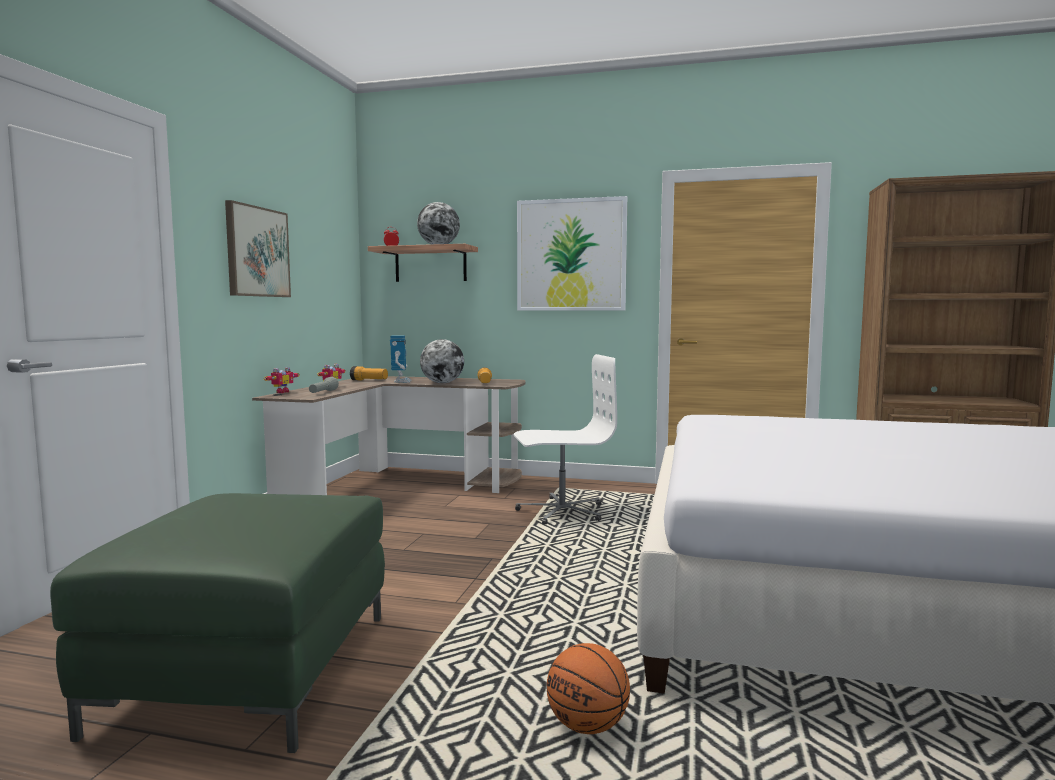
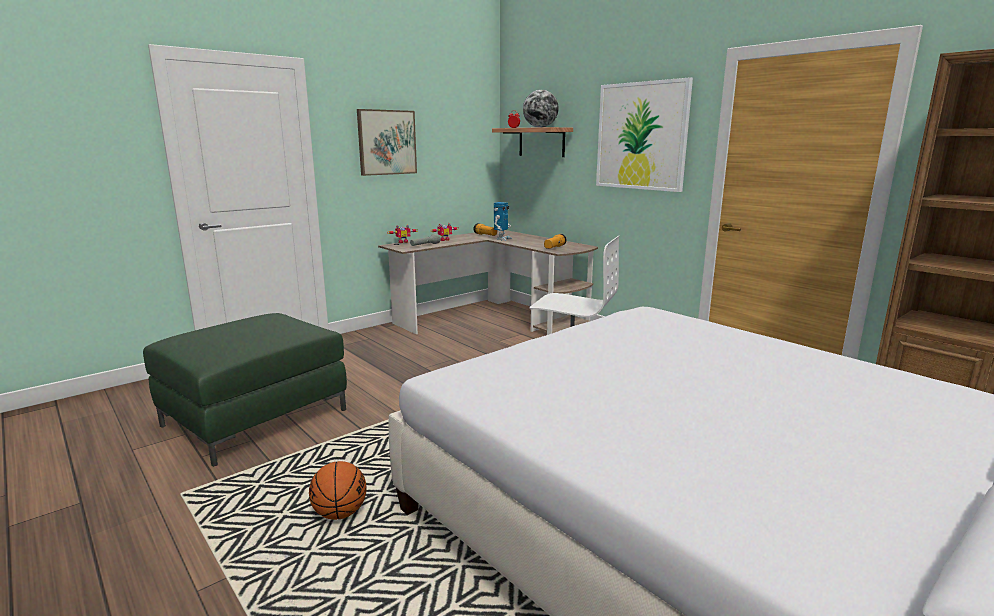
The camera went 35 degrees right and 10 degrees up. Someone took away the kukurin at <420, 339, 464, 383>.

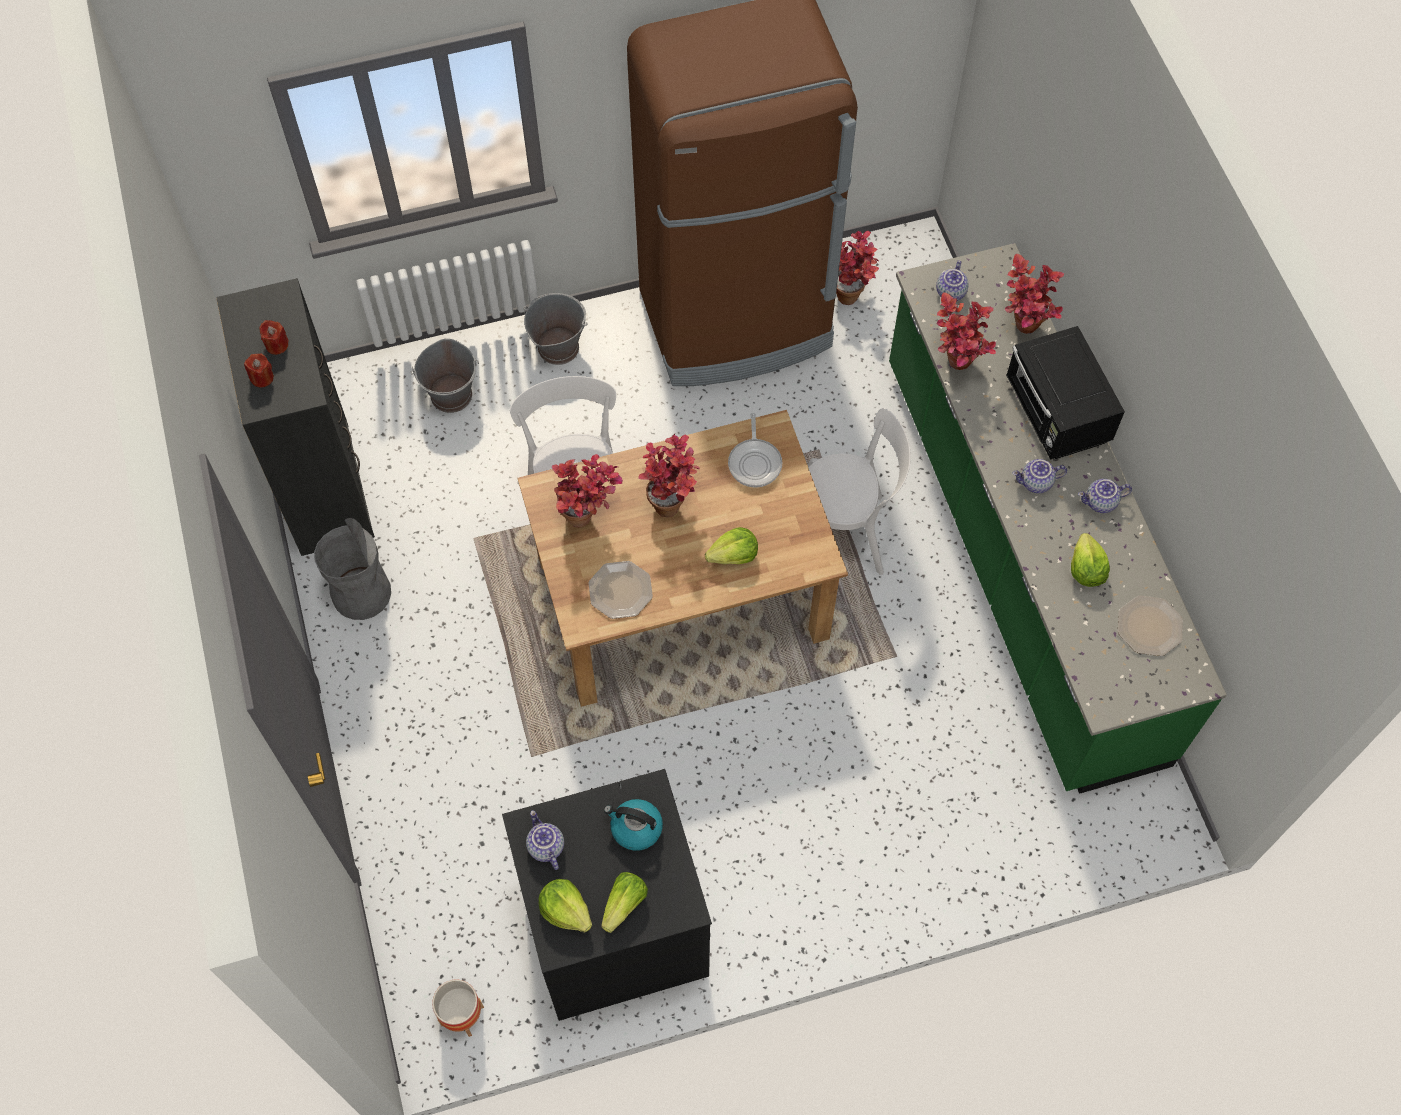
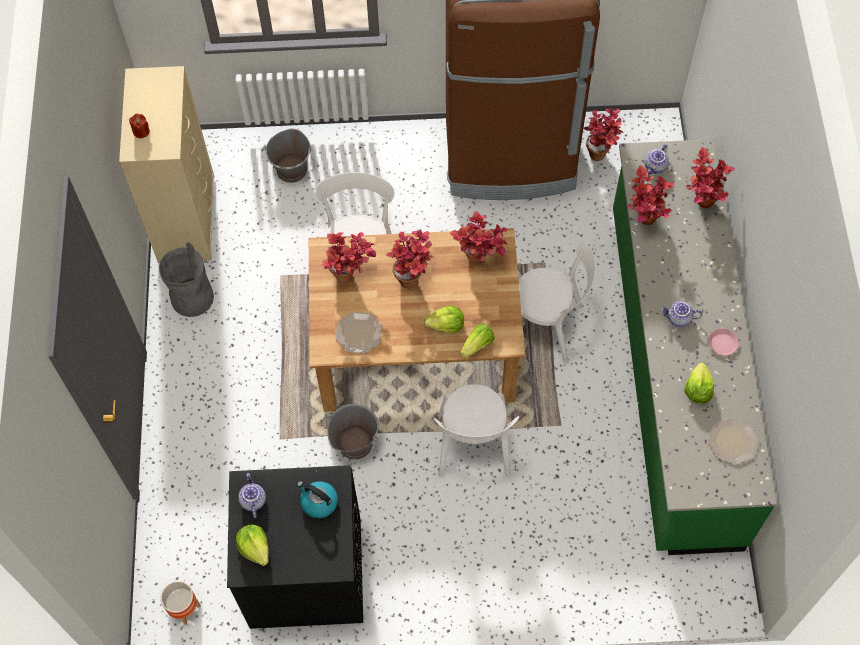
The camera went 15 degrees right and 0 degrees up. Someone took away the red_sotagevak at <260, 320, 289, 355>. Someone took away the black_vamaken at <1006, 326, 1125, 459>. Someone put down the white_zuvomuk at <434, 384, 519, 477>. Someone carried the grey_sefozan from <523, 293, 588, 365> to <327, 404, 379, 460>. Someone carried the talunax from <601, 872, 648, 933> to <460, 323, 495, 359>. Someone swapped the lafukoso at <728, 413, 782, 488> for the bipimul at <450, 211, 508, 264>. Someone swapped the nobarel at <1078, 479, 1132, 513> for the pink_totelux at <708, 328, 739, 356>. Someone repainted the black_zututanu at <216, 278, 375, 556>, which became the beige_zututanu at <119, 66, 214, 263>.

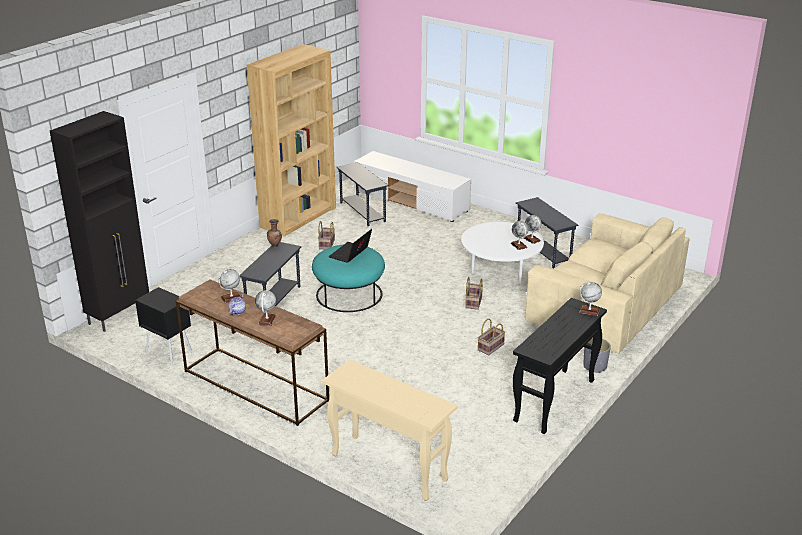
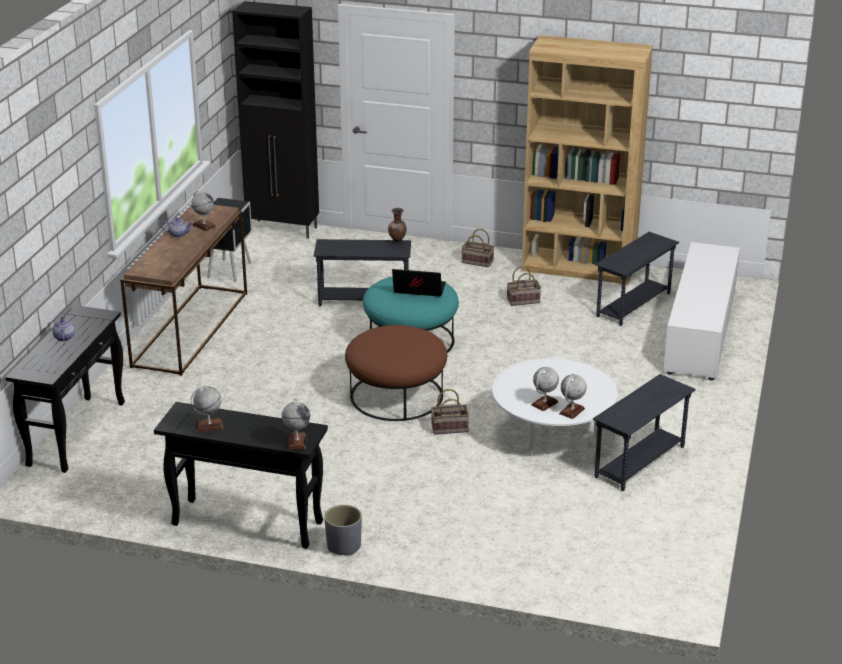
The camera went 70 degrees right and 0 degrees up. Someone took away the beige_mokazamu at <525, 213, 690, 354>. Someone put down the nobarel at <52, 316, 74, 341>. Someone put down the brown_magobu at <345, 325, 447, 421>. Someone carried the kukurin from <255, 290, 276, 326> to <191, 386, 223, 432>. Someone carried the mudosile from <478, 319, 505, 355> to <461, 229, 494, 267>. Someone repainted the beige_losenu at <322, 359, 457, 501>, which became the black_losenu at <5, 305, 125, 473>.

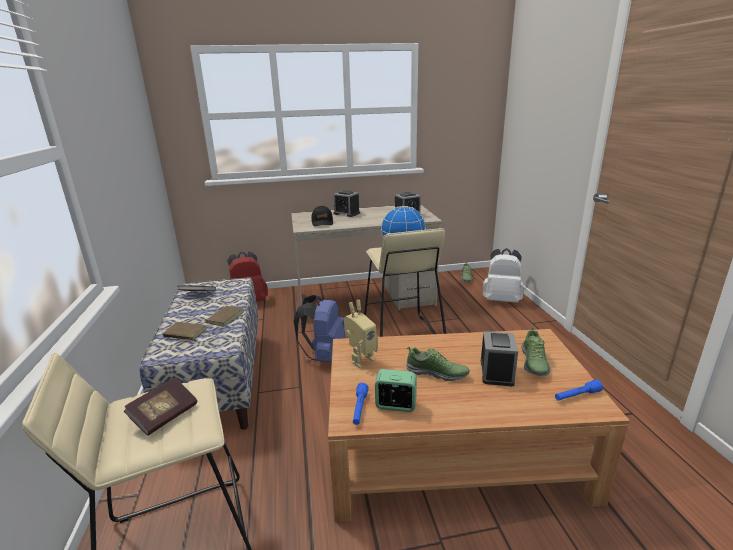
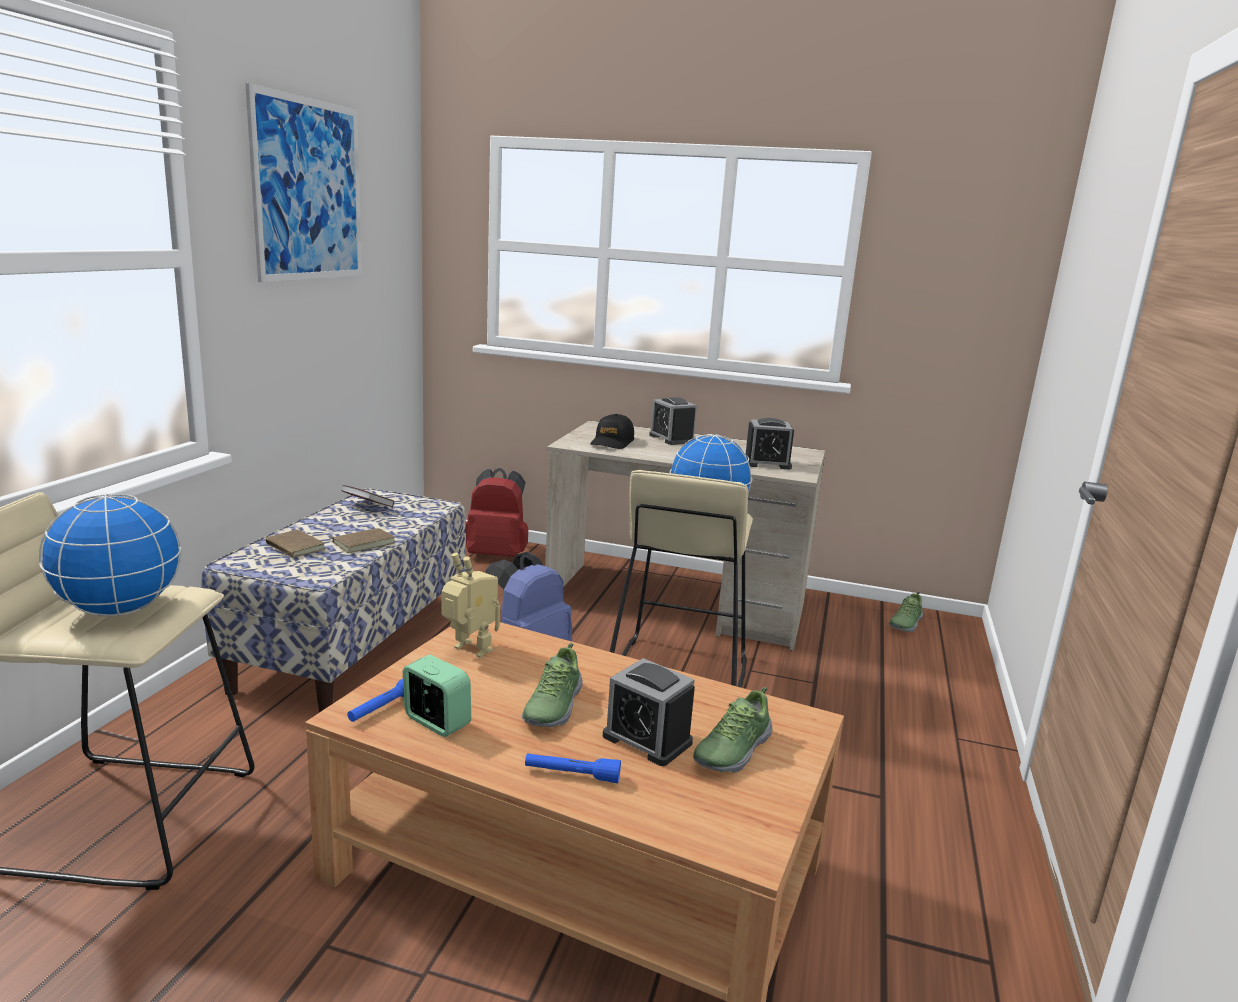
The camera went 25 degrees right and 5 degrees down. Someone took away the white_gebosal at <483, 248, 524, 303>. Someone put up the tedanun at <245, 83, 362, 282>. Someone carried the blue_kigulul from <555, 379, 603, 401> to <525, 753, 621, 783>. Someone swapped the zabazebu at <124, 378, 197, 436> for the kukurin at <39, 494, 181, 617>. Someone rotated the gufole at <344, 300, 378, 368> by 135 degrees counterclockwise. Someone rotated the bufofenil at <406, 347, 470, 381> by 60 degrees clockwise. Someone rotated the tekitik at <481, 331, 518, 386> by 90 degrees clockwise.

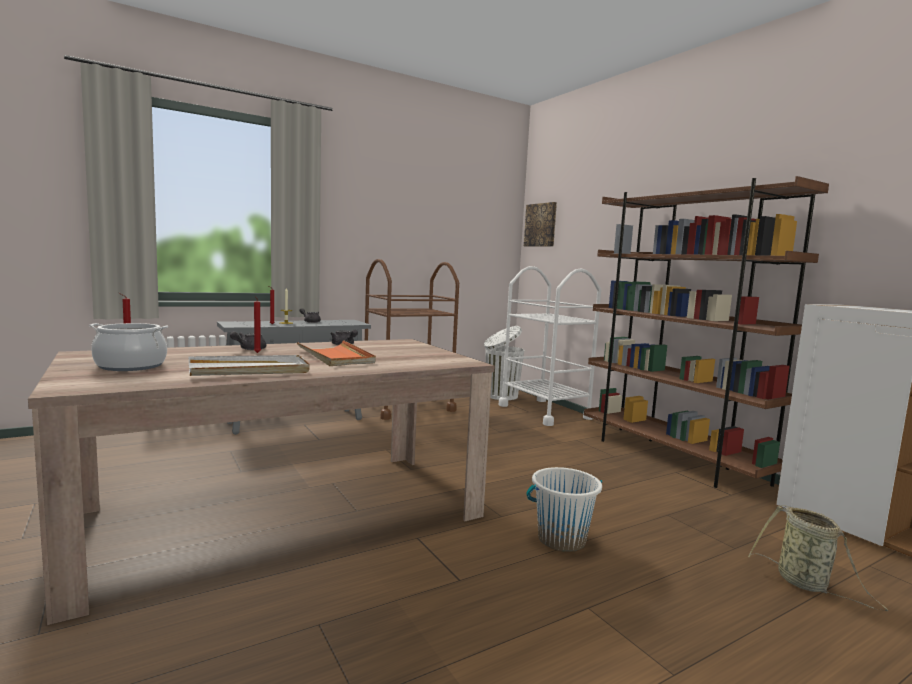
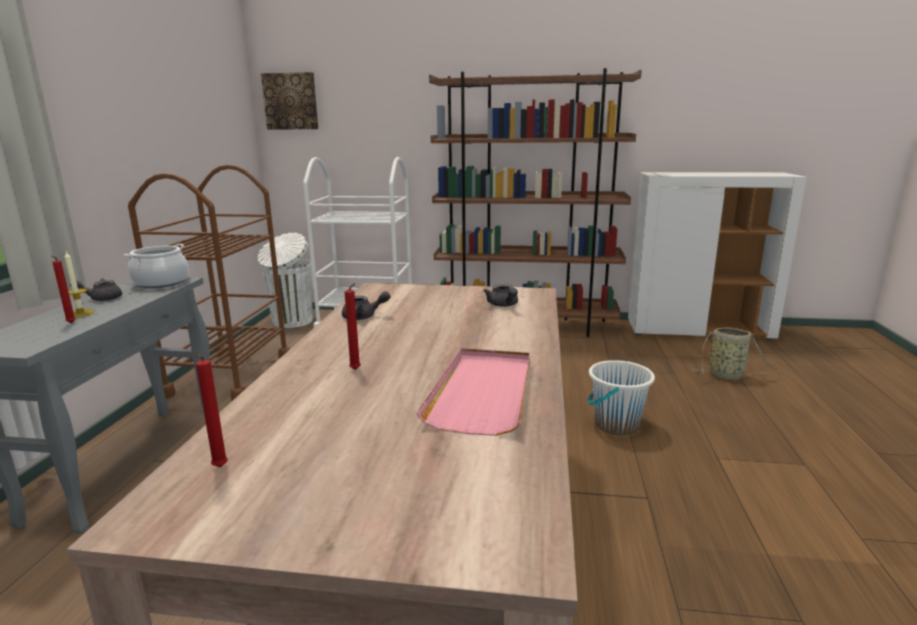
The camera went 50 degrees left and 10 degrees up. Someone took away the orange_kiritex at <297, 340, 376, 366>. Someone carried the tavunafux from <89, 323, 168, 371> to <124, 244, 189, 288>. Someone carried the grey_nobarel from <230, 331, 266, 350> to <484, 284, 518, 307>. Someone repainted the white_kiritex at <189, 355, 310, 376>, which became the pink_kiritex at <416, 348, 530, 436>.

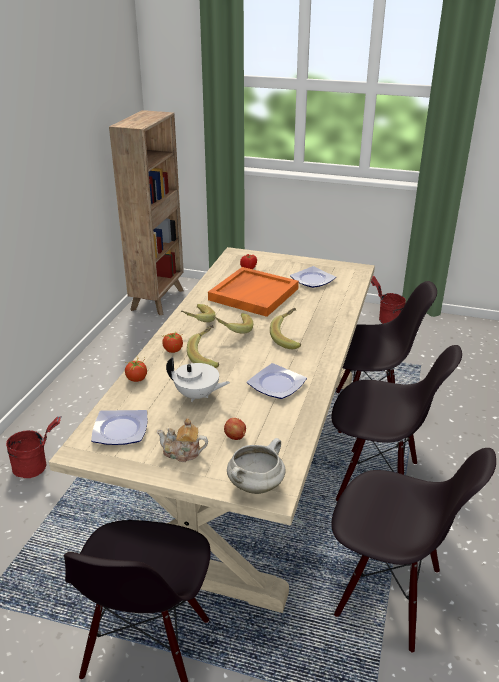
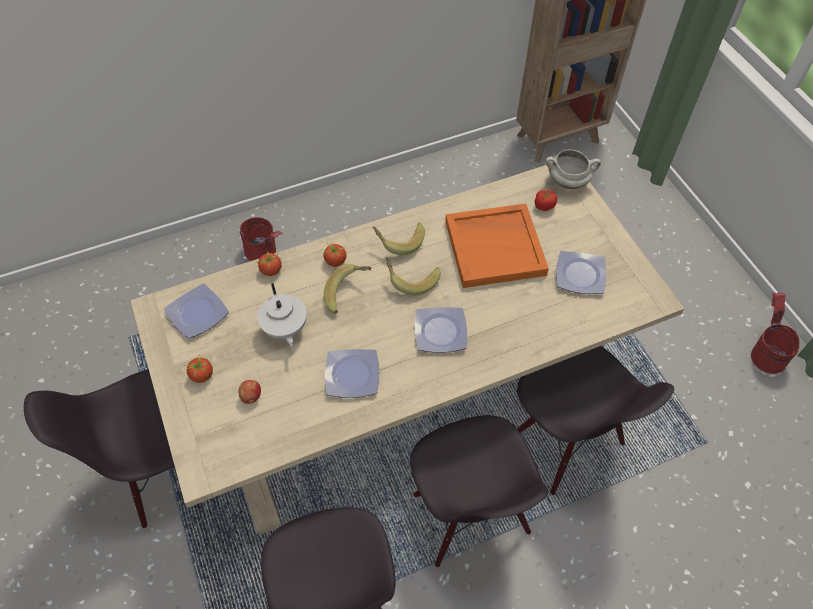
The camera went 50 degrees right and 25 degrees up. Someone carried the white_tavunafux from <227, 438, 286, 494> to <546, 150, 601, 189>. Someone swapped the nobarel at <157, 418, 208, 462> for the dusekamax at <185, 354, 213, 383>. Someone swapped the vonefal at <270, 308, 301, 349> for the totelux at <415, 307, 467, 353>.

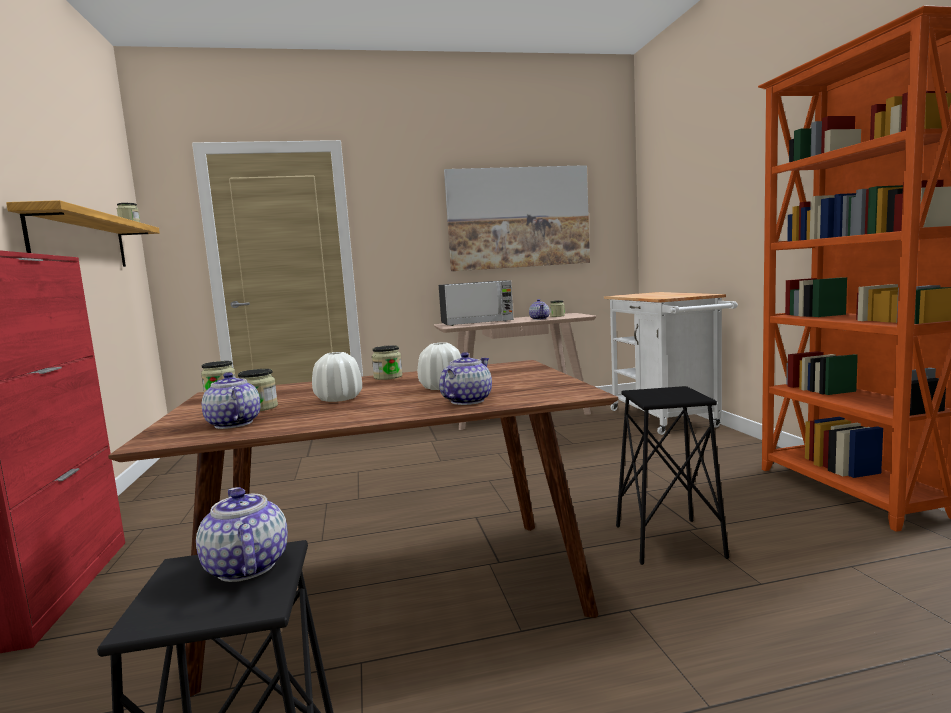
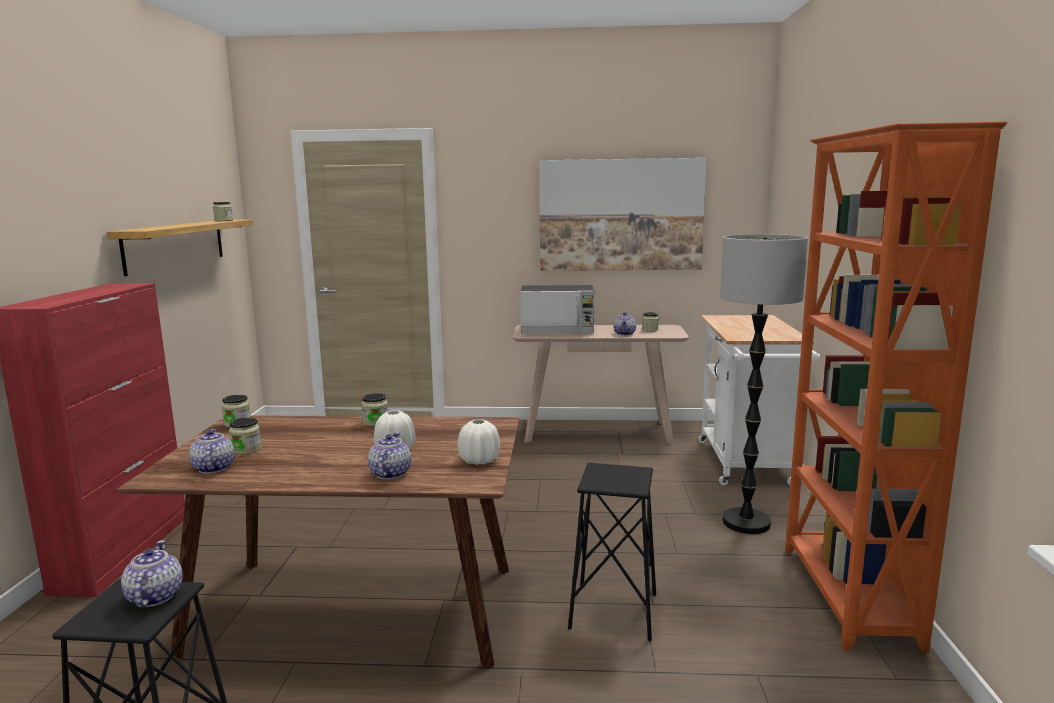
The camera went 15 degrees right and 5 degrees up. Someone put down the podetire at <720, 234, 808, 534>. Someone carried the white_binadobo from <312, 352, 362, 402> to <457, 419, 500, 465>. Someone rotated the nobarel at <439, 352, 492, 405> by 45 degrees counterclockwise.

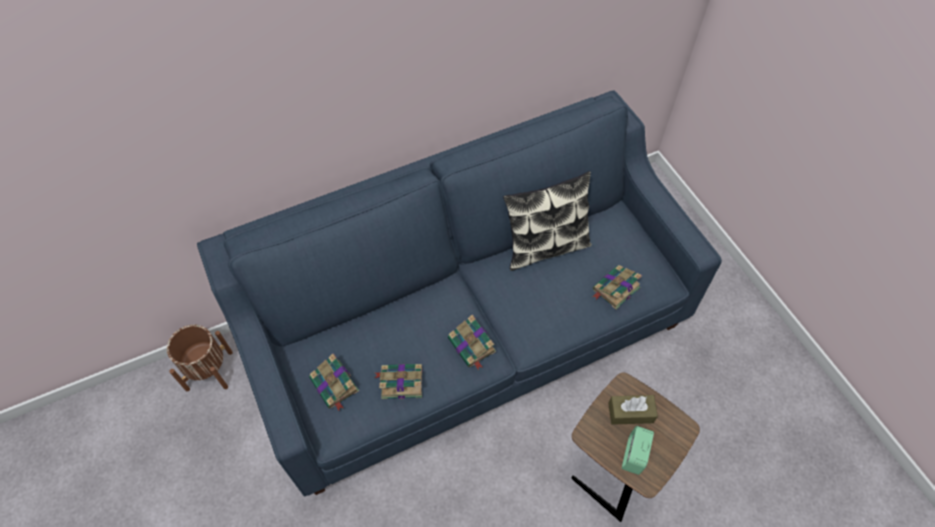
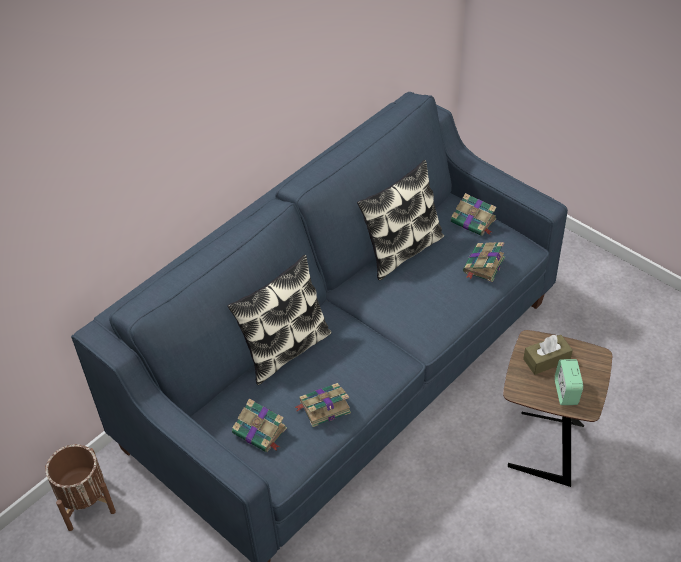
The camera went 20 degrees left and 10 degrees down. Someone put down the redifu at <227, 255, 332, 385>. Someone carried the zabazebu from <448, 314, 496, 371> to <451, 193, 497, 236>.

